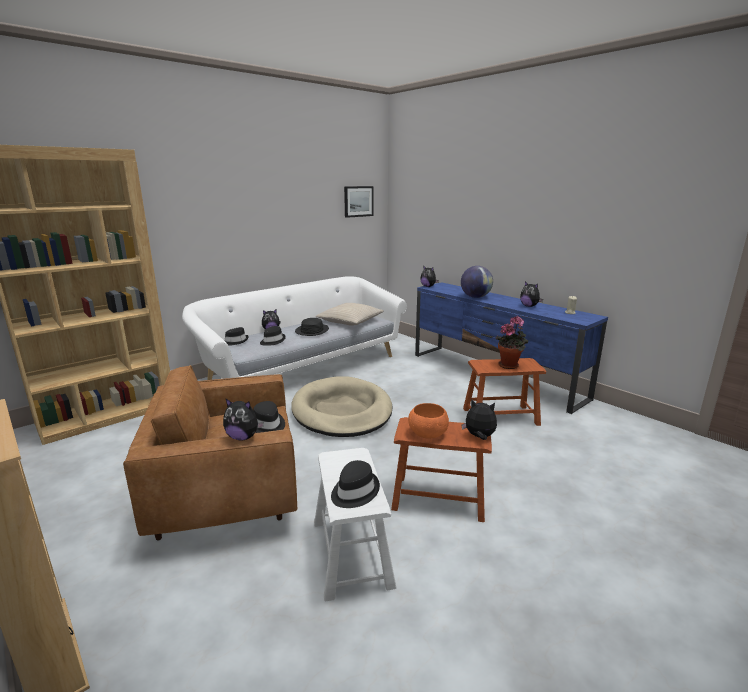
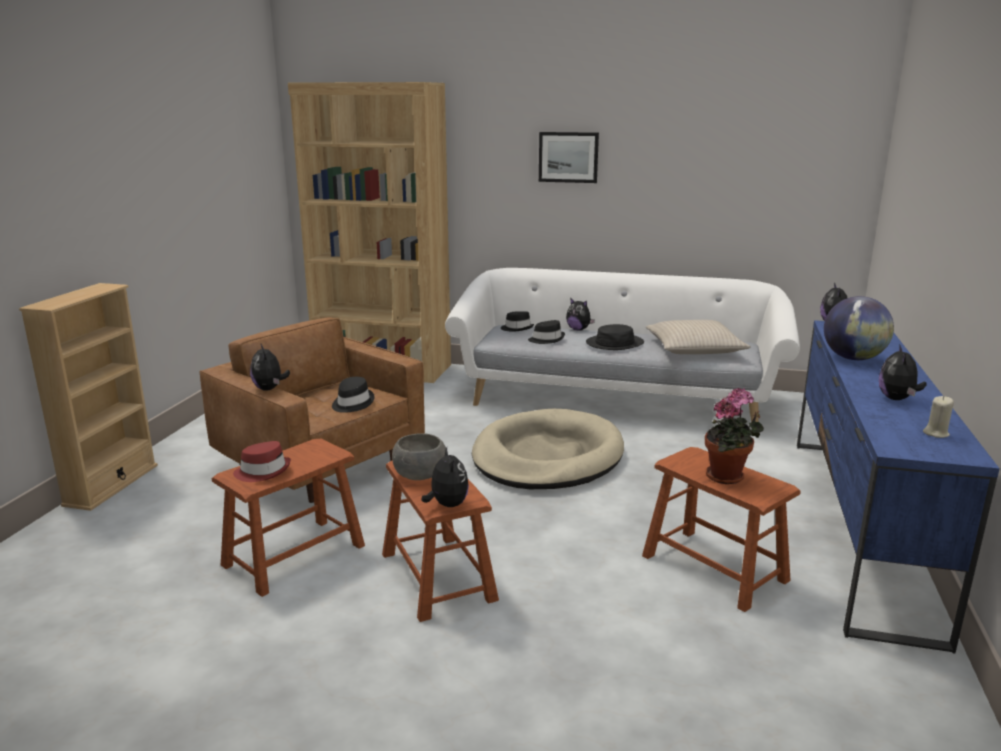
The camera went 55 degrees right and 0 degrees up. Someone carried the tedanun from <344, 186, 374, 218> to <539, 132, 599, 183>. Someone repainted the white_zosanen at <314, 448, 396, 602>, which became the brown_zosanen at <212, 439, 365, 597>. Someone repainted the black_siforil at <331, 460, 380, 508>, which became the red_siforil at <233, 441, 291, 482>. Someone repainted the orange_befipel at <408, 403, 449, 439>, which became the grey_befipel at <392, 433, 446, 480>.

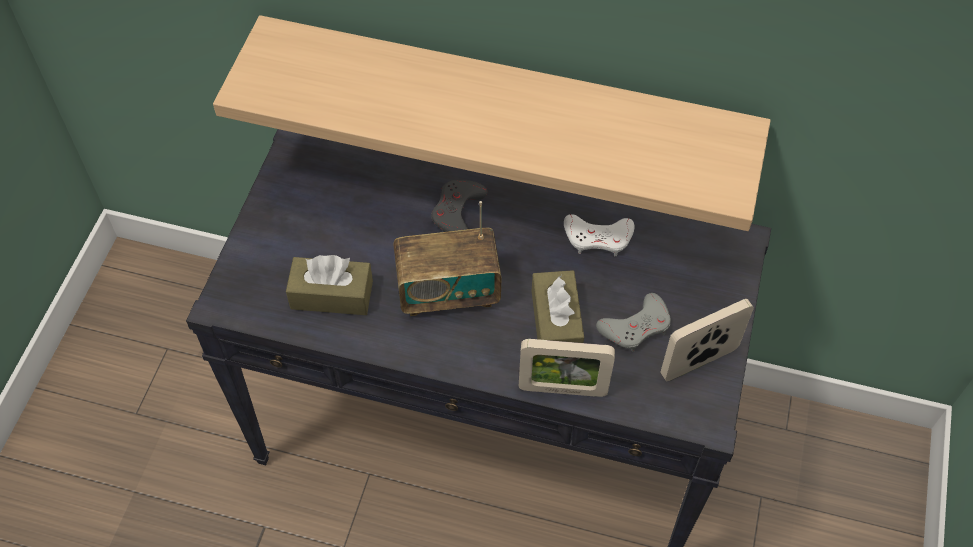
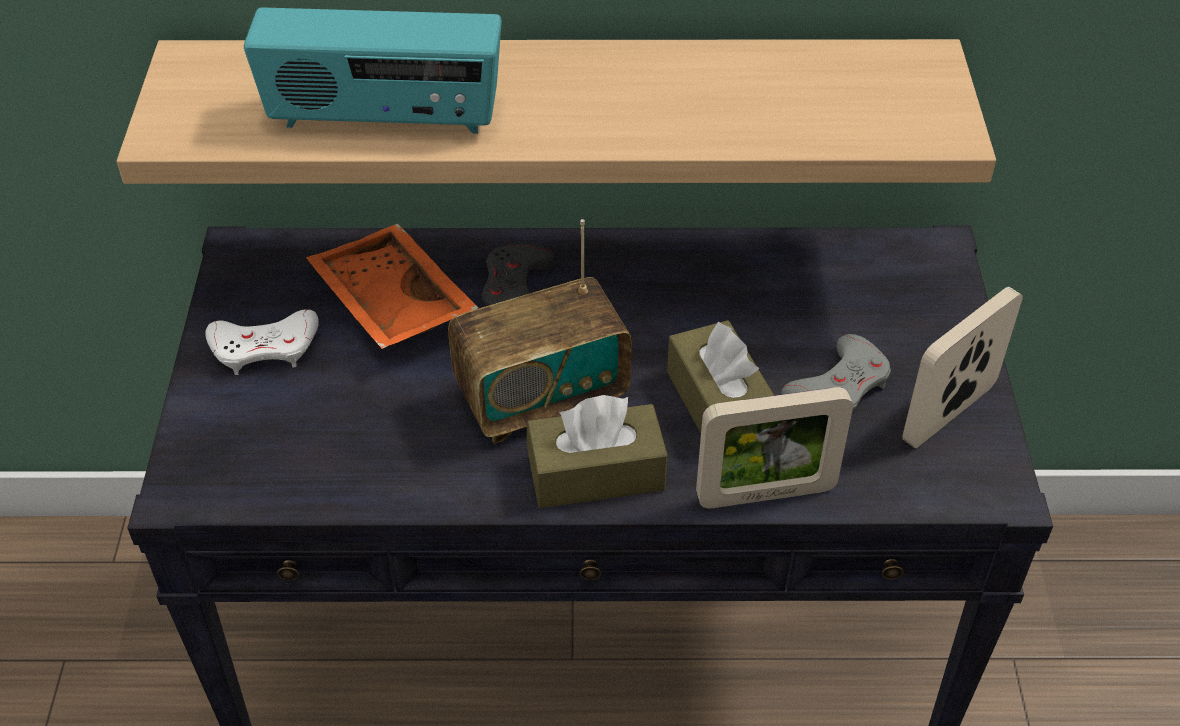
The camera went 15 degrees left and 10 degrees down. Someone put down the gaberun at <244, 7, 502, 134>. Someone put down the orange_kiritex at <306, 224, 479, 349>. Someone carried the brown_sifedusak from <286, 255, 373, 315> to <527, 395, 668, 508>. Someone carried the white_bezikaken from <564, 214, 635, 256> to <205, 309, 319, 375>.

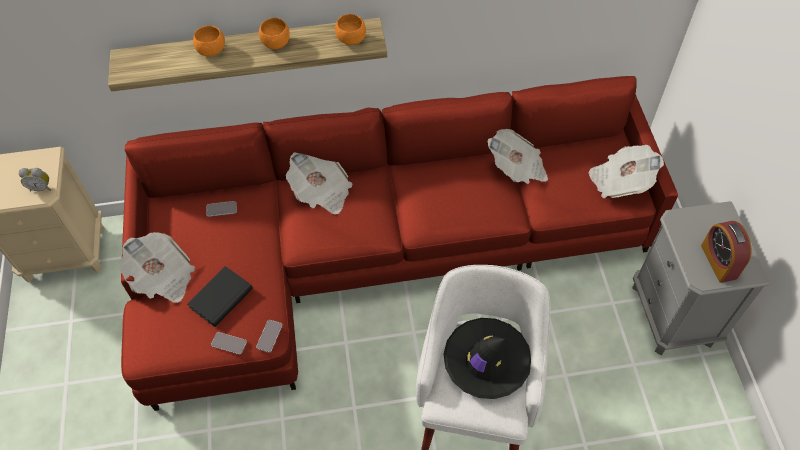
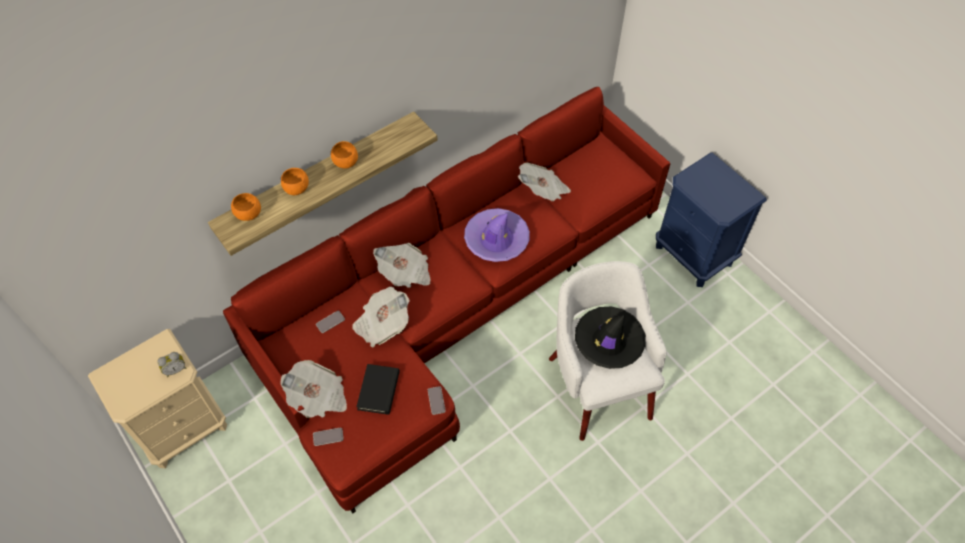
The camera went 30 degrees left and 0 degrees up. Someone took away the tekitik at <701, 221, 751, 283>. Someone put down the purple_siforil at <464, 208, 530, 262>. Someone carried the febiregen from <211, 332, 247, 355> to <313, 428, 344, 446>. Someone carried the orange_befipel from <335, 14, 366, 45> to <231, 193, 261, 221>. Someone carried the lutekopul from <588, 145, 664, 198> to <352, 287, 410, 348>. Someone repainted the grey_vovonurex at <632, 201, 769, 356>, which became the blue_vovonurex at <656, 153, 767, 287>.

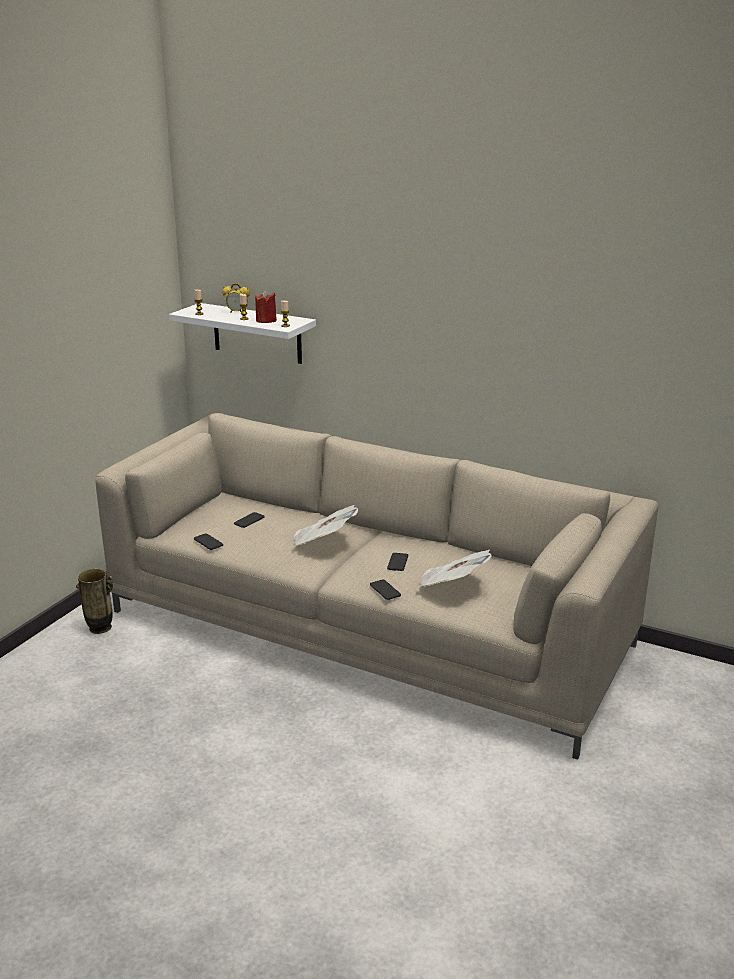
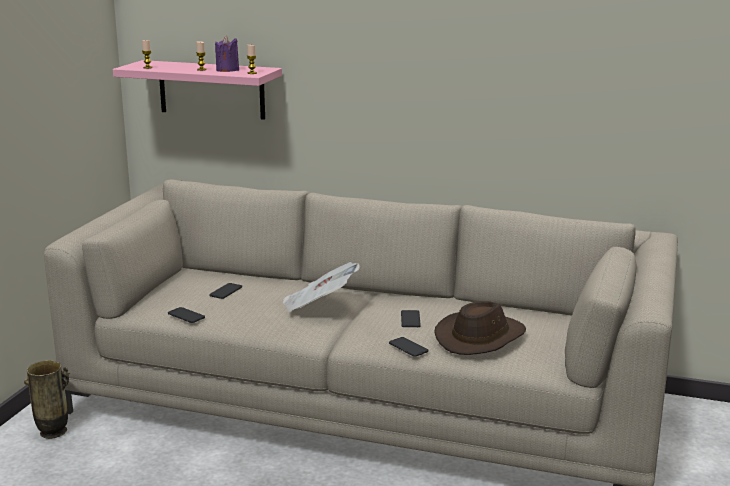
The camera went 10 degrees left and 5 degrees down. Someone took away the tekitik at <222, 284, 250, 313>. Someone swapped the lutekopul at <417, 550, 492, 588> for the brown_siforil at <434, 301, 526, 355>. Someone repainted the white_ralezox at <169, 303, 316, 364>, which became the pink_ralezox at <113, 60, 282, 120>. Someone repainted the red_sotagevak at <255, 291, 277, 323>, which became the purple_sotagevak at <215, 36, 239, 72>.

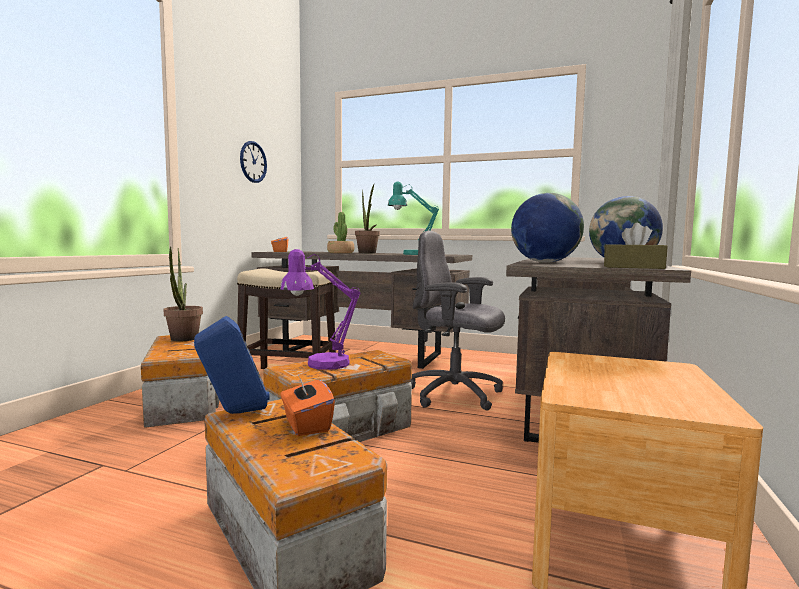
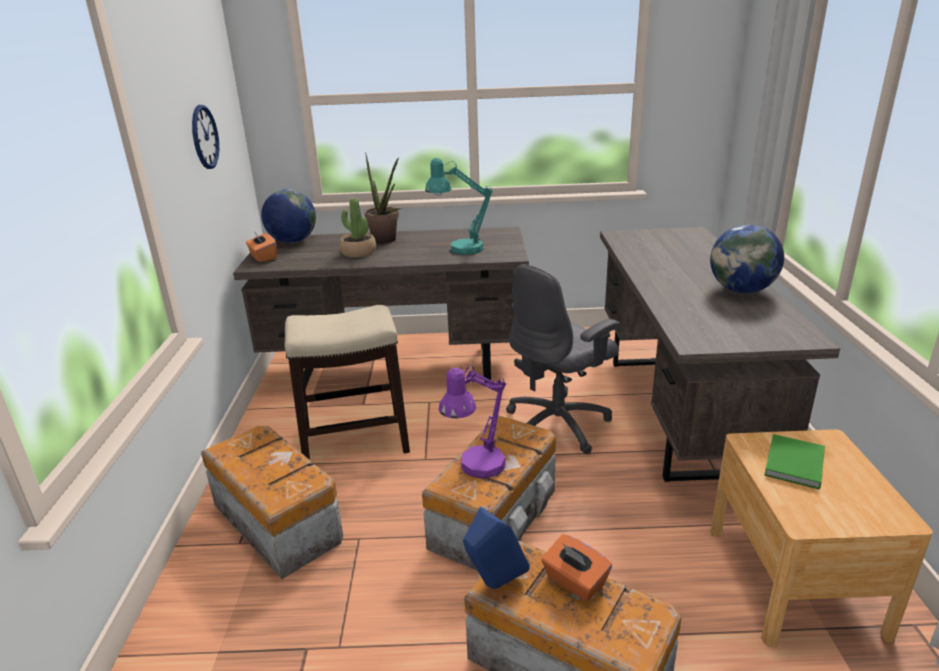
The camera went 20 degrees left and 20 degrees up. Someone took away the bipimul at <163, 247, 203, 341>. Someone took away the brown_sifedusak at <604, 223, 667, 269>. Someone put down the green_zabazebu at <764, 434, 825, 489>. Someone carried the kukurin from <511, 193, 584, 263> to <261, 189, 316, 243>. Someone rotated the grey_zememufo at <410, 231, 505, 410> by 45 degrees counterclockwise.

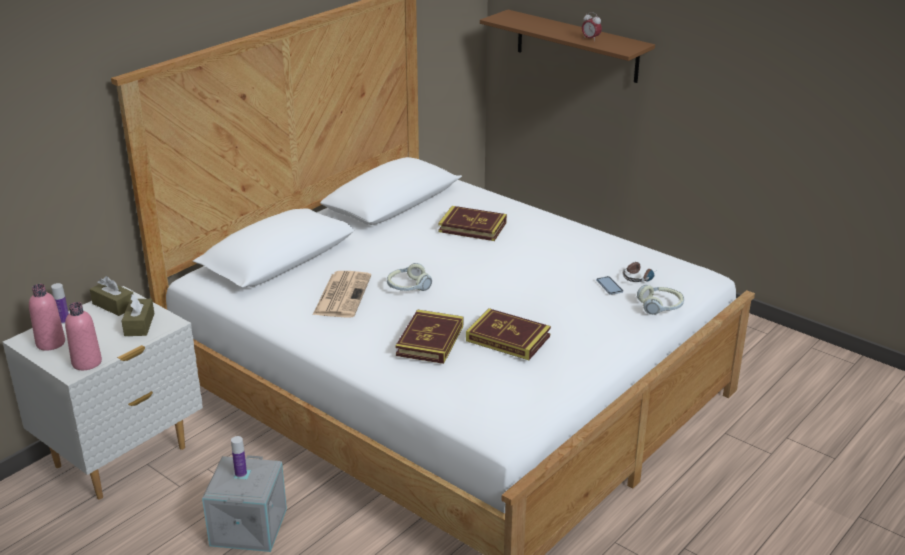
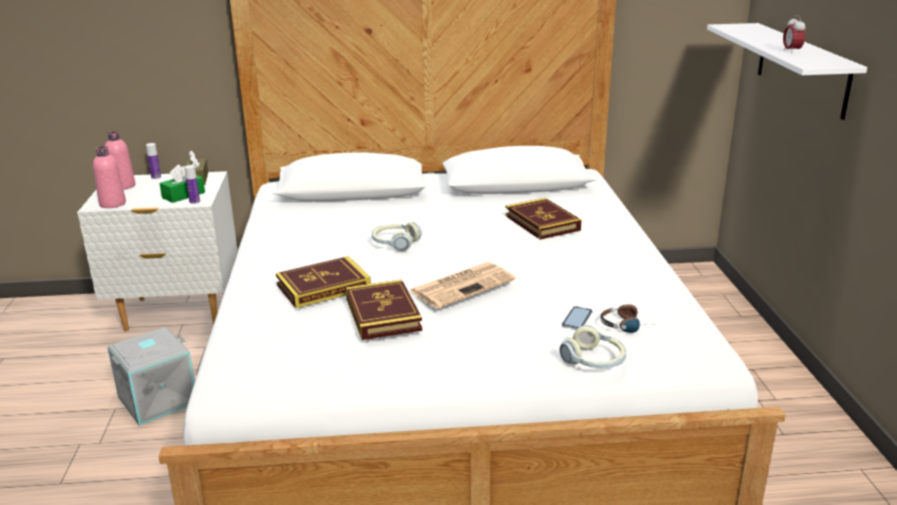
The camera went 45 degrees right and 5 degrees down. Someone carried the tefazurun from <231, 436, 247, 478> to <184, 165, 200, 204>. Someone carried the lutekopul from <313, 271, 371, 318> to <410, 262, 516, 309>. Someone repainted the brown_sifedusak at <122, 294, 155, 336>, which became the green_sifedusak at <160, 165, 205, 203>. Someone repainted the brown_ralezox at <480, 10, 655, 83>, which became the white_ralezox at <707, 23, 867, 120>.

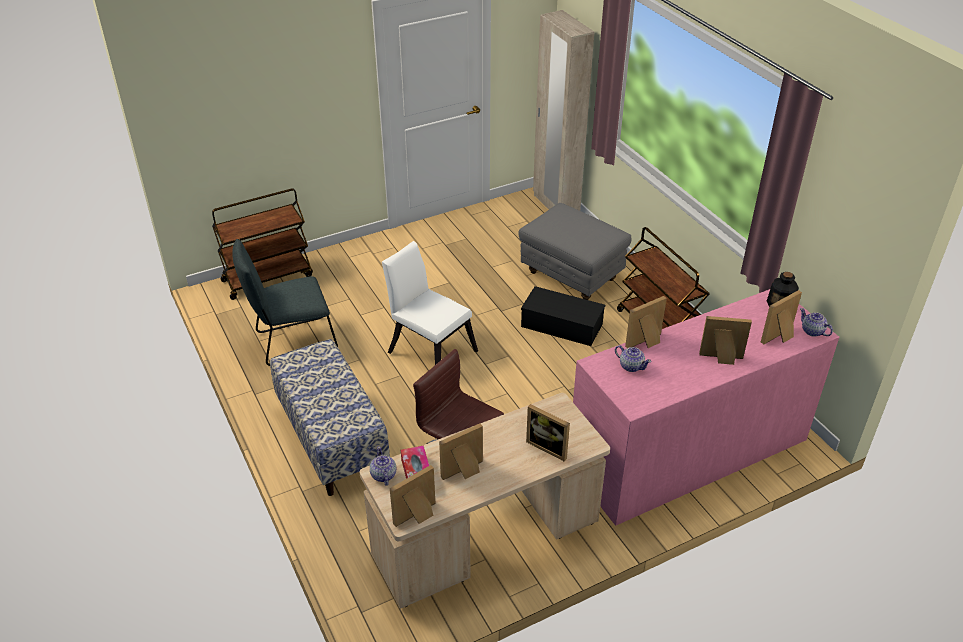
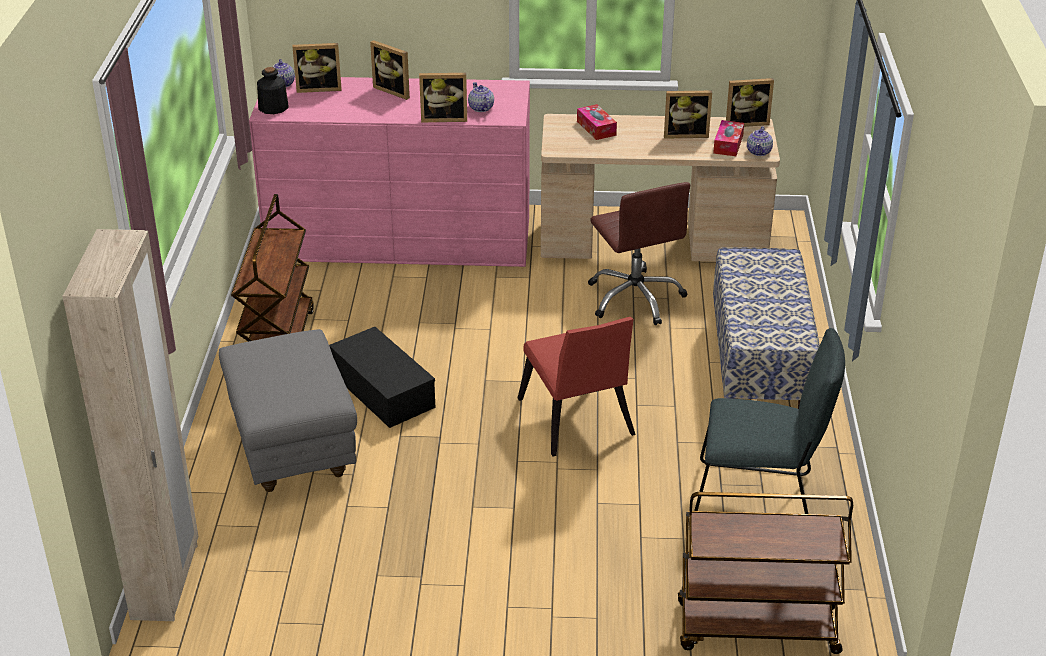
The camera went 150 degrees left and 5 degrees down. Someone swapped the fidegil at <526, 404, 570, 462> for the sifedusak at <577, 104, 617, 140>. Someone repainted the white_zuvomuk at <382, 241, 478, 365>, which became the red_zuvomuk at <518, 317, 636, 457>.

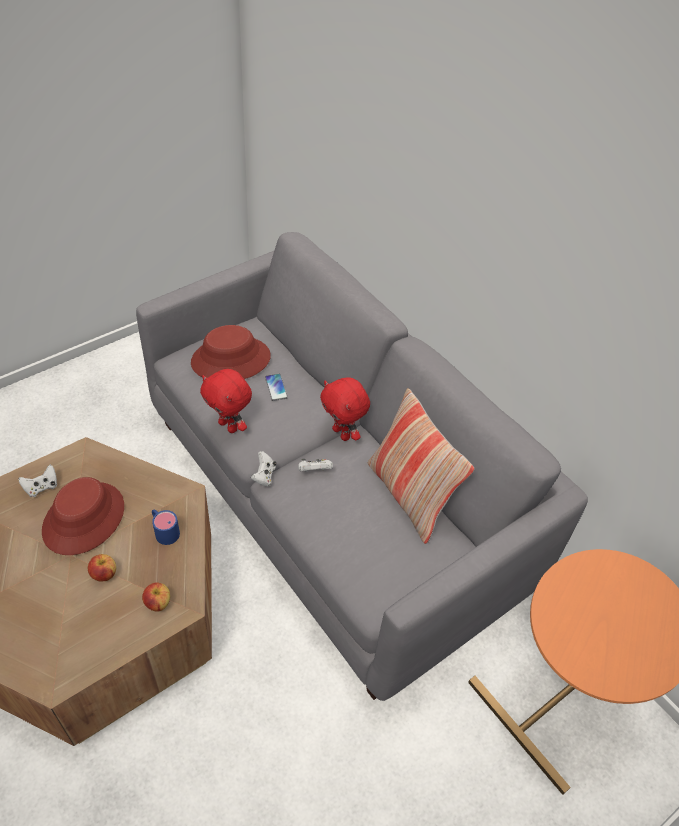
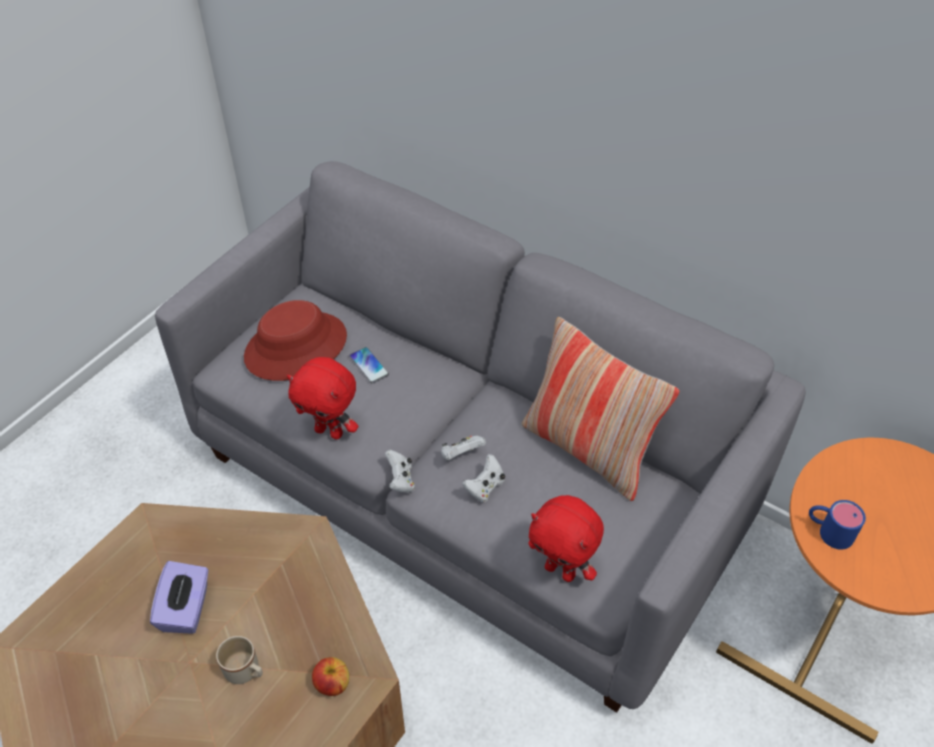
The camera went 15 degrees left and 0 degrees up. Someone carried the white_bezikaken from <18, 465, 57, 497> to <462, 454, 505, 502>. Someone carried the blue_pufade from <152, 510, 180, 545> to <809, 500, 866, 550>. Someone carried the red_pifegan from <320, 377, 370, 441> to <528, 495, 604, 582>. Someone swapped the red_siforil at <42, 477, 124, 555> for the purple_sifedusak at <150, 561, 209, 634>. Someone swapped the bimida at <88, 554, 116, 582> for the beige_pufade at <216, 636, 263, 684>.

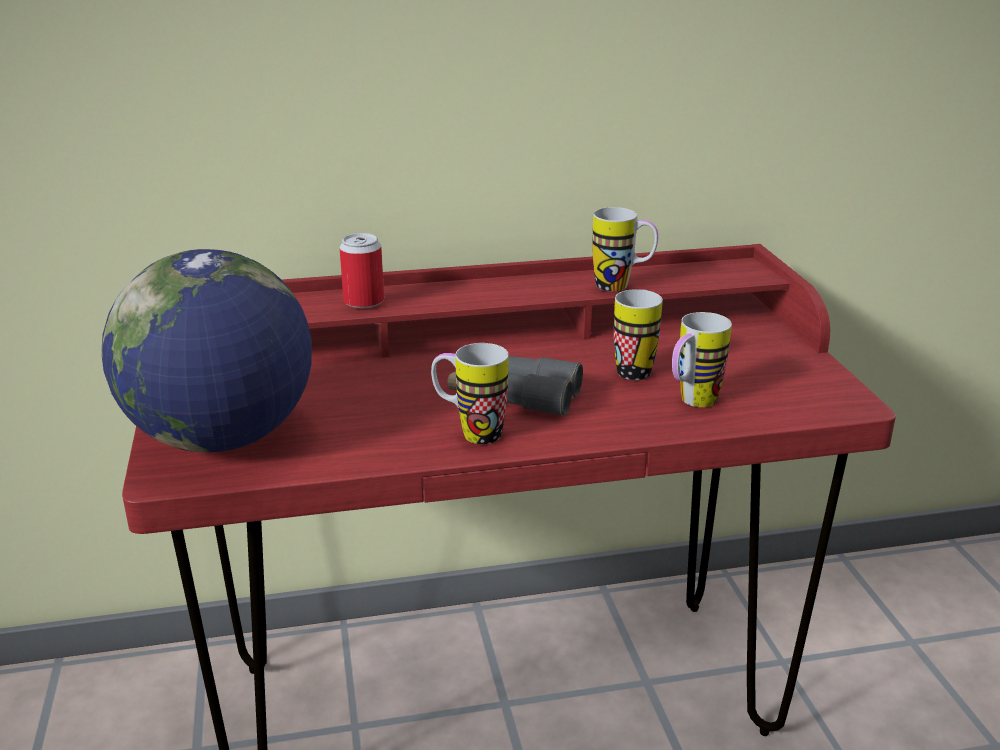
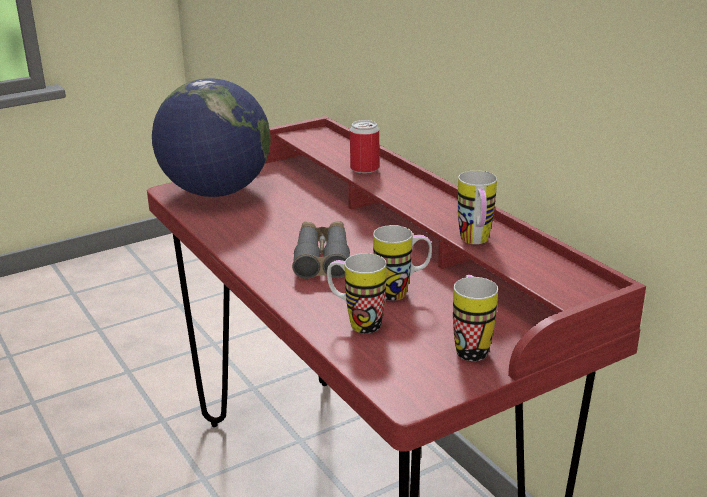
The camera went 70 degrees right and 0 degrees up. Someone carried the pufade from <431, 343, 509, 444> to <453, 275, 498, 361>.

